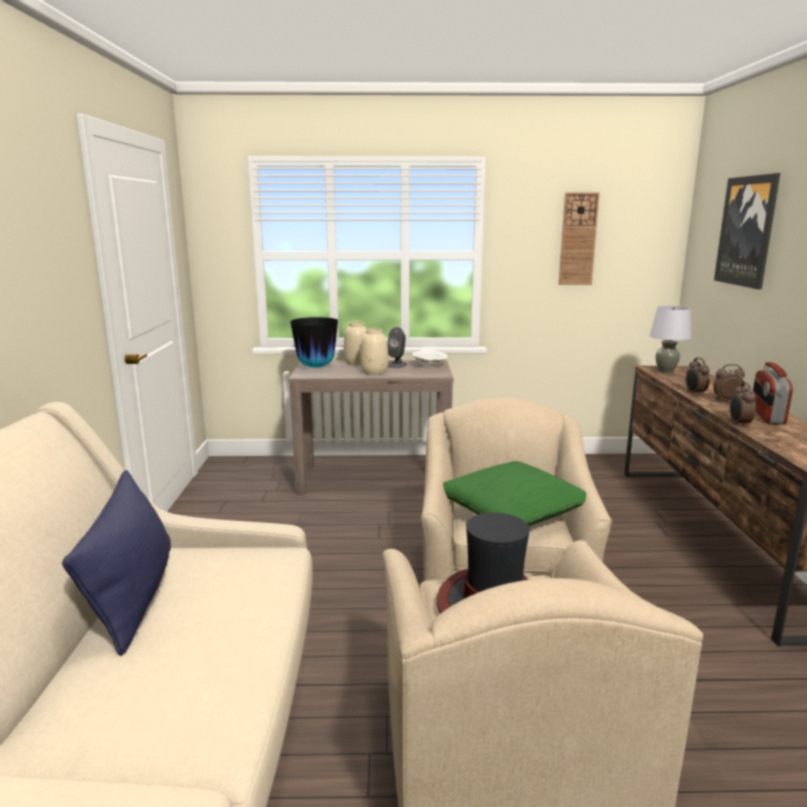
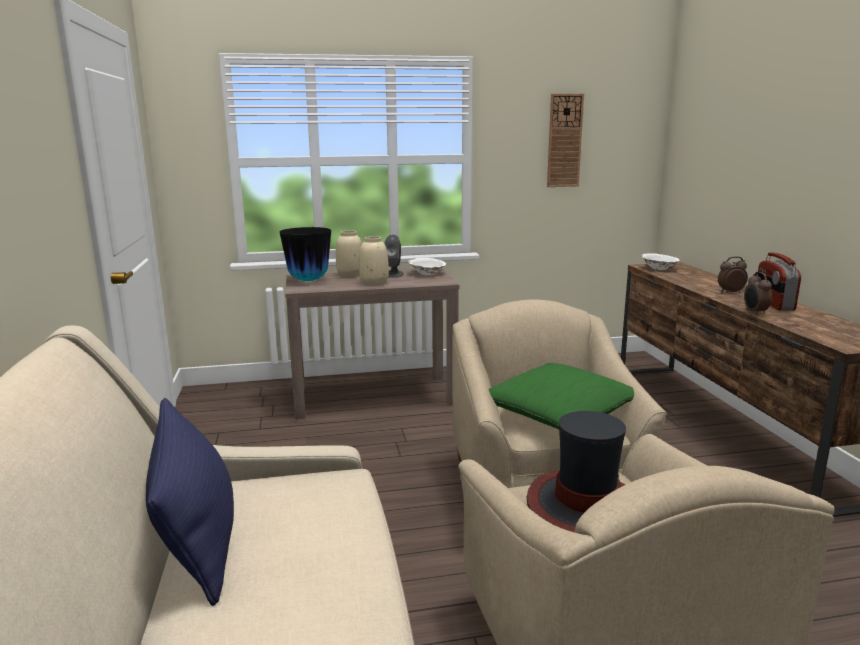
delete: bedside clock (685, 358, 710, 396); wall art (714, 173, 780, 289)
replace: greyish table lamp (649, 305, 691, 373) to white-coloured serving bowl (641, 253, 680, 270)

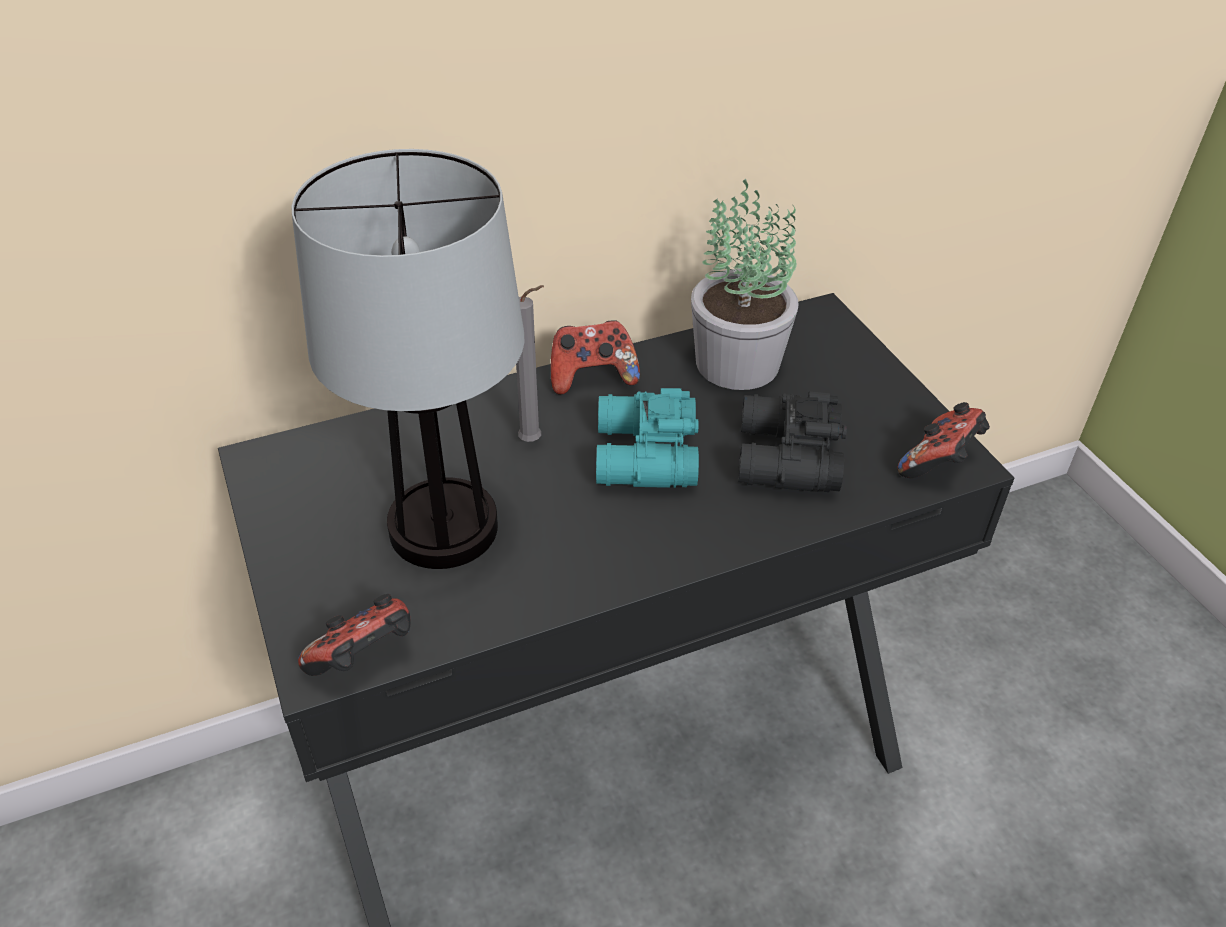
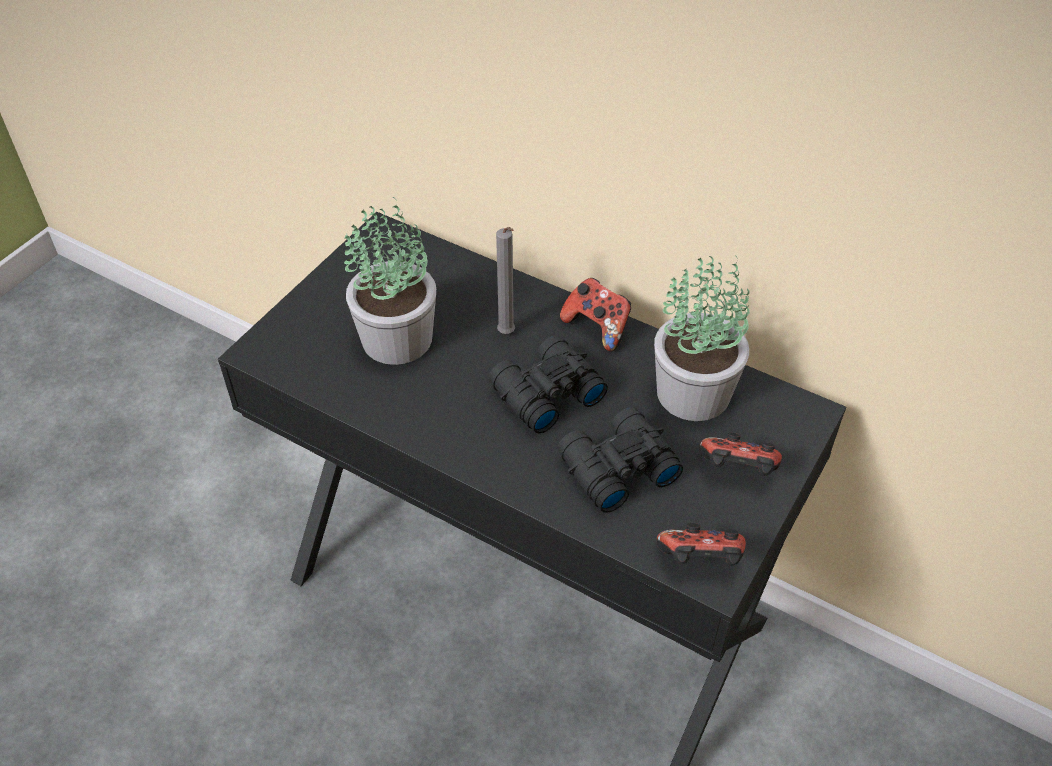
move: gamepad (298, 594, 410, 676) to (699, 433, 782, 476)
replace: table lamp (291, 149, 524, 569) to potted plant (344, 197, 436, 365)
recolor: turquoise-coloured field glasses (596, 388, 699, 488) to black field glasses (489, 335, 608, 433)

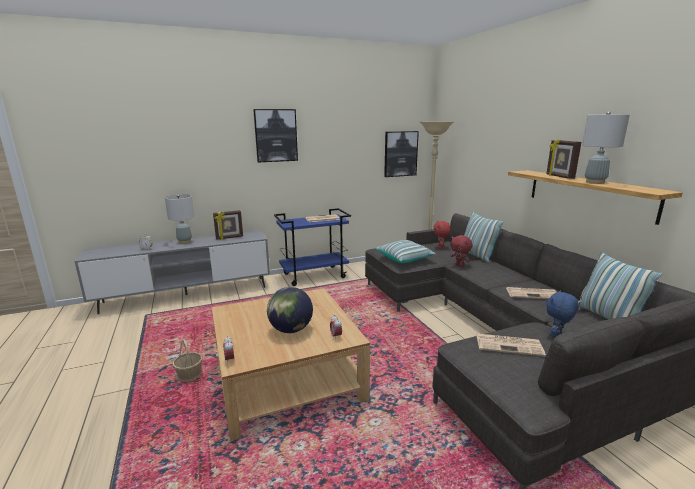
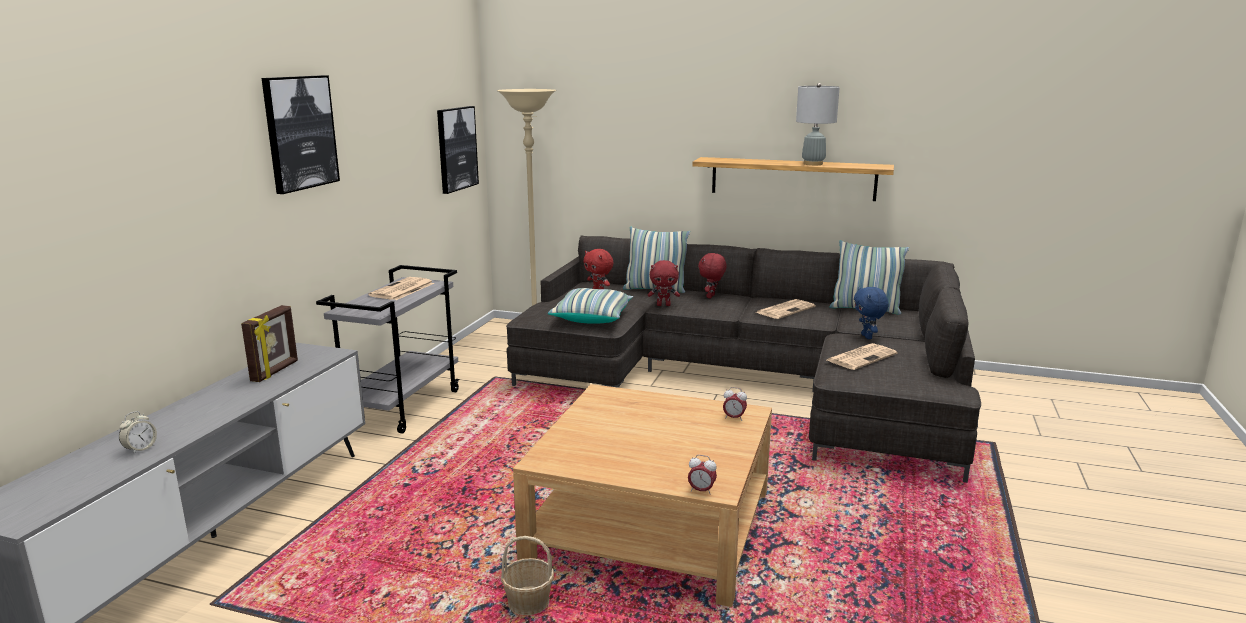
delete: greyish table lamp (165, 195, 194, 244); desk globe (267, 287, 313, 333); standing frame (546, 139, 581, 179)
insert: reddish plush toy (698, 253, 727, 299)
recolor: blue-coloured cart (274, 208, 351, 286) to greyish cart (316, 265, 460, 433)

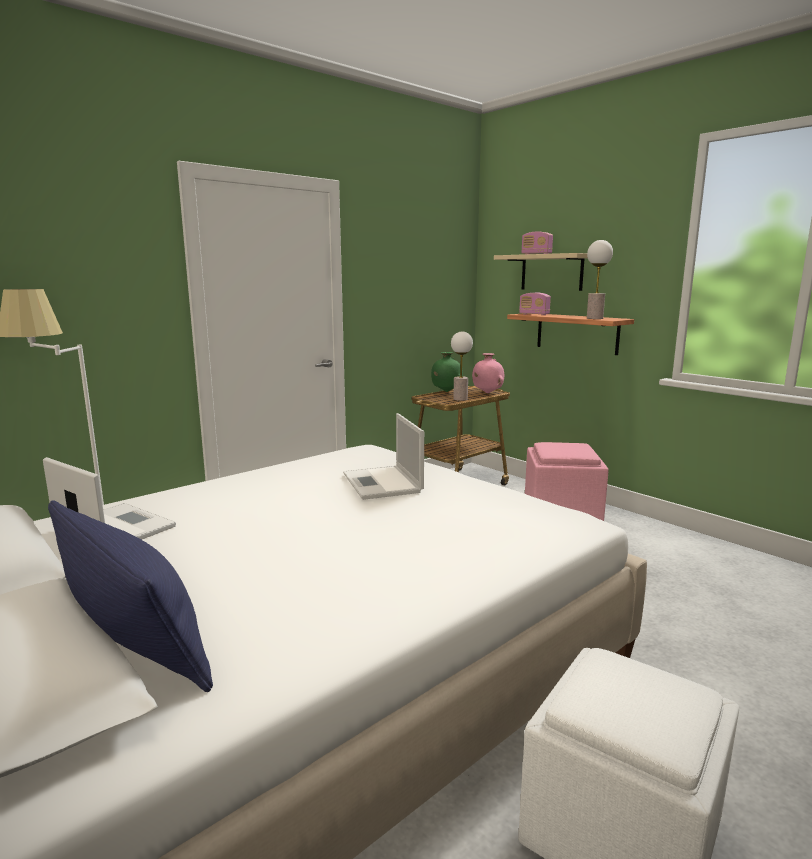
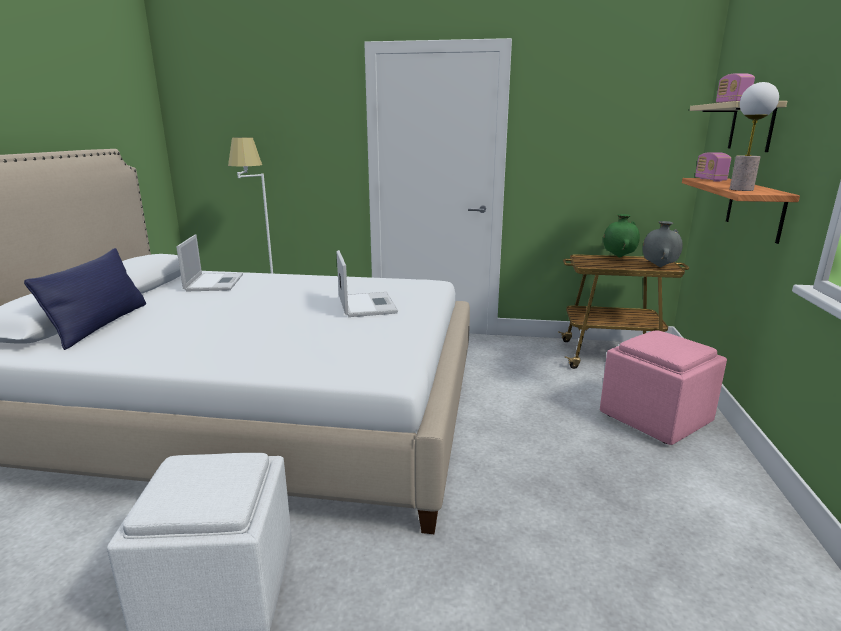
delete: table lamp (451, 332, 473, 401)
recolor: pink-coloured vase (472, 353, 504, 393) to greyish vase (643, 221, 683, 267)
rotate: notebook computer (343, 413, 424, 500) = (337, 250, 398, 317) 135 degrees clockwise

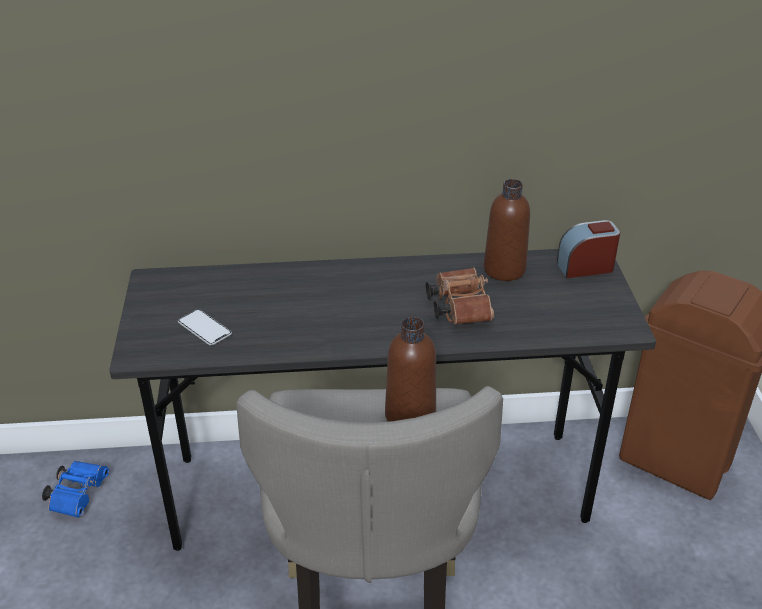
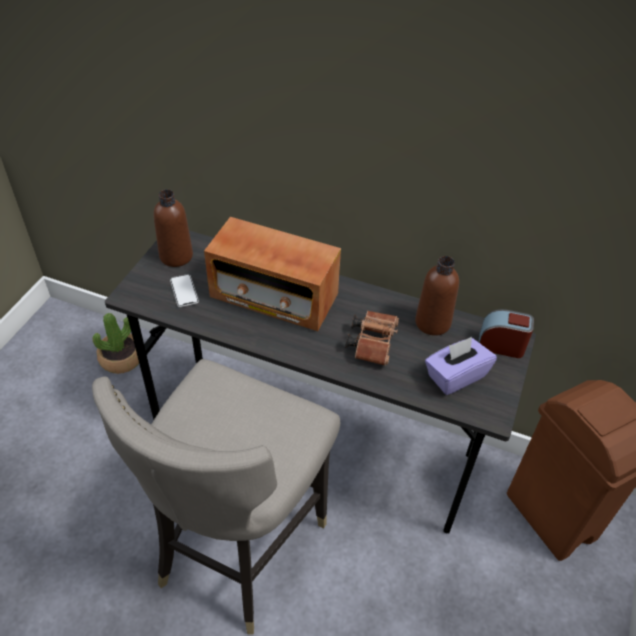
insert: radio set (204, 217, 341, 331); purple-coloured box of tissues (425, 337, 497, 395)
move: brown drink bottle (385, 317, 436, 422) to (154, 189, 193, 267)
replace: blue-coloured field glasses (42, 461, 109, 518) to potted plant (93, 313, 139, 374)

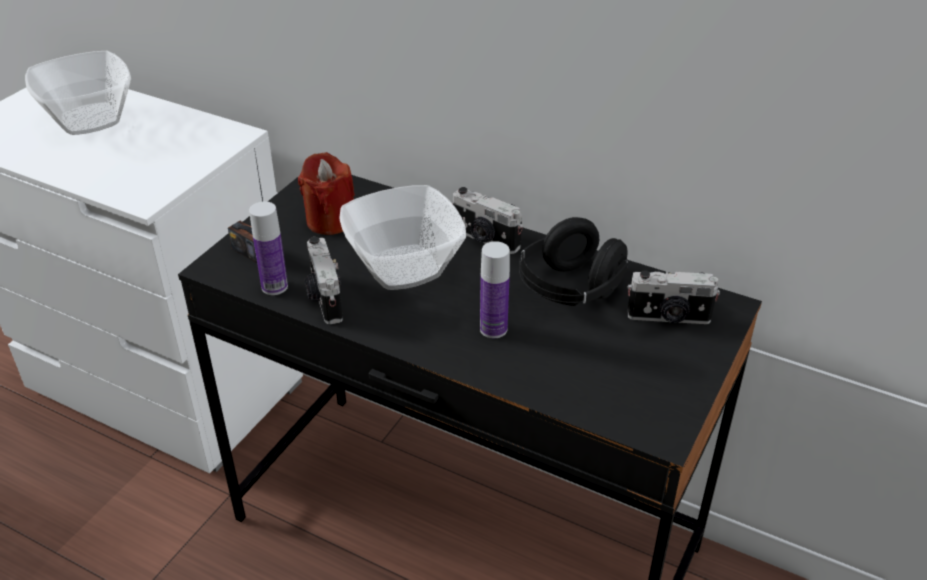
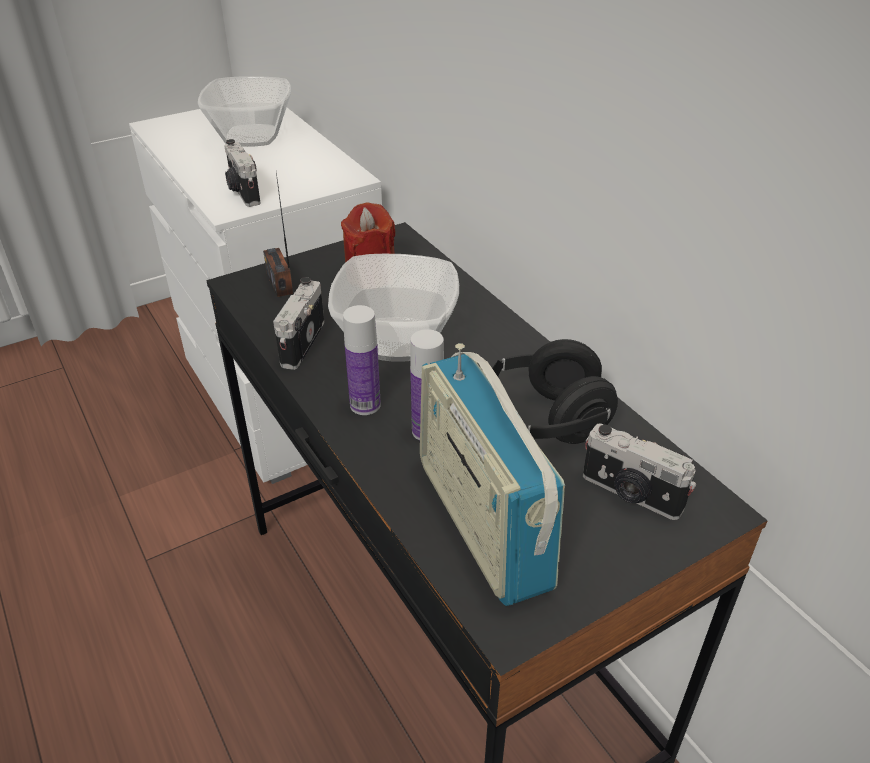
insert: radio set (420, 343, 565, 606)
move: drink bottle (249, 201, 288, 295) to (343, 305, 381, 415); still camera (453, 187, 523, 254) to (224, 139, 261, 207)

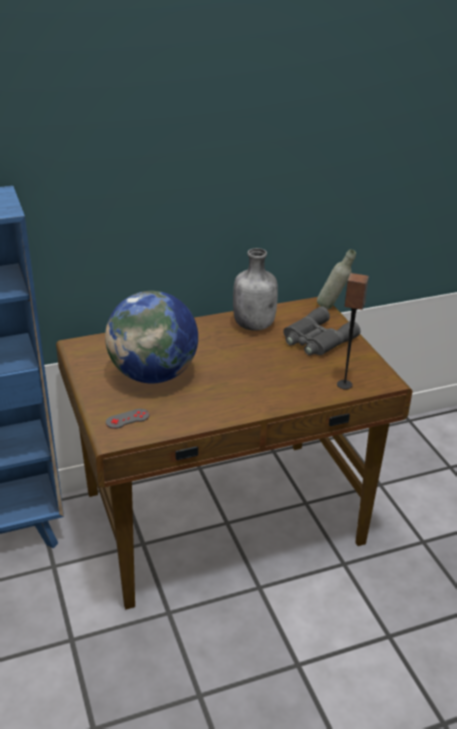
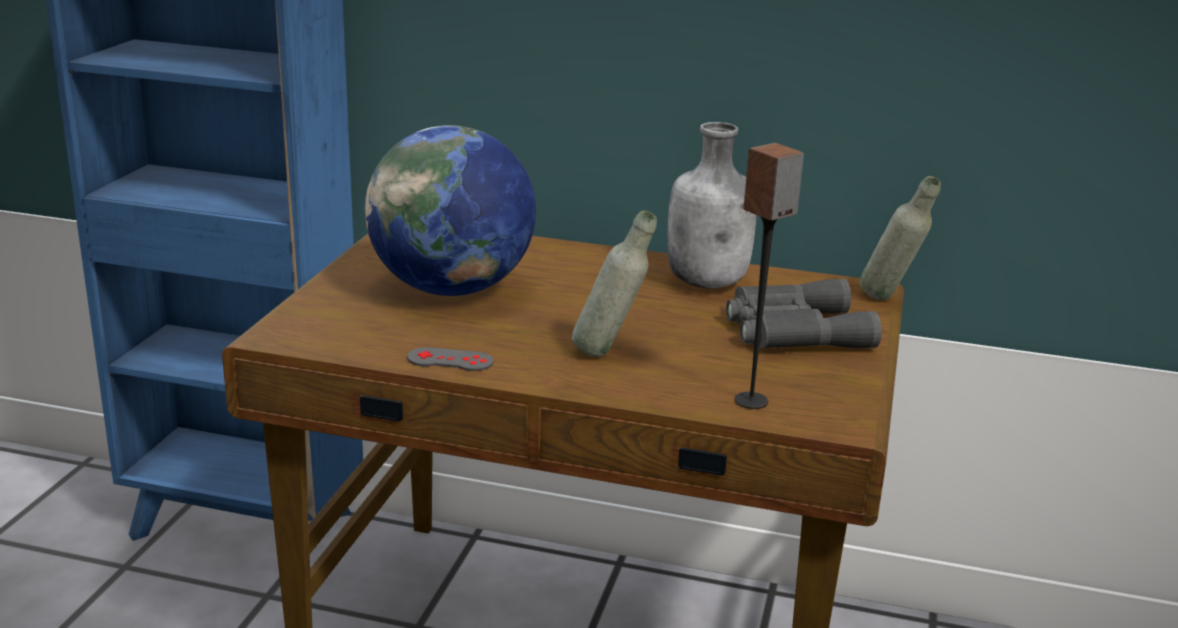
insert: greyish drink bottle (572, 210, 657, 357)
move: greyish gamepad (106, 409, 149, 429) to (407, 347, 494, 371)

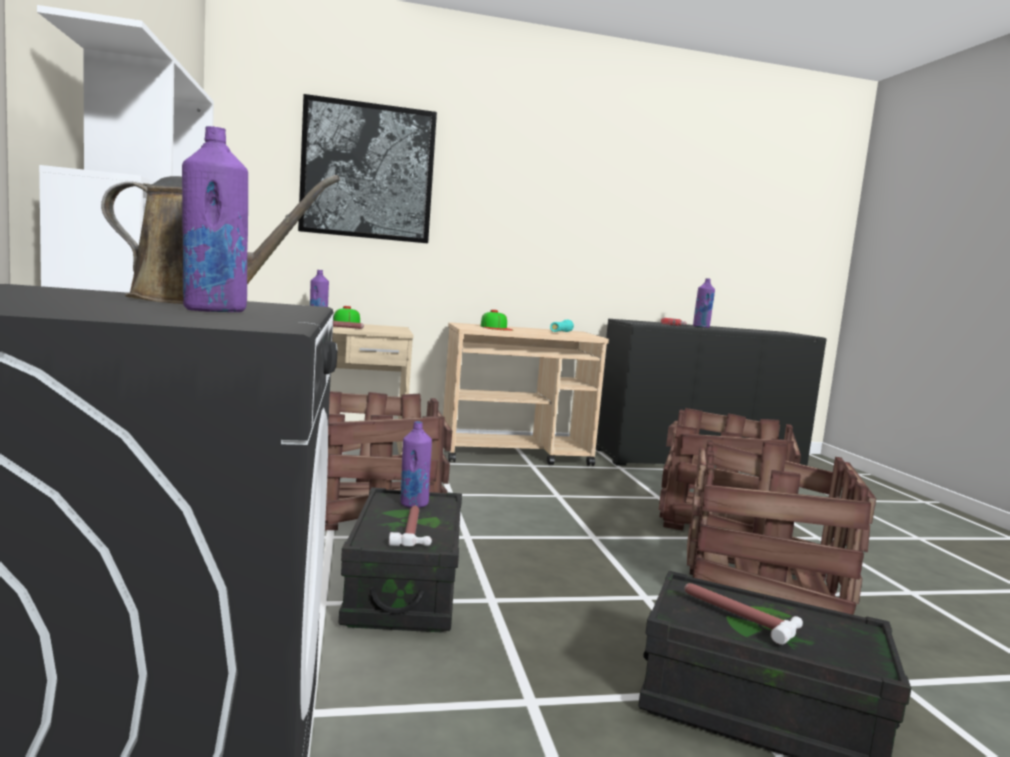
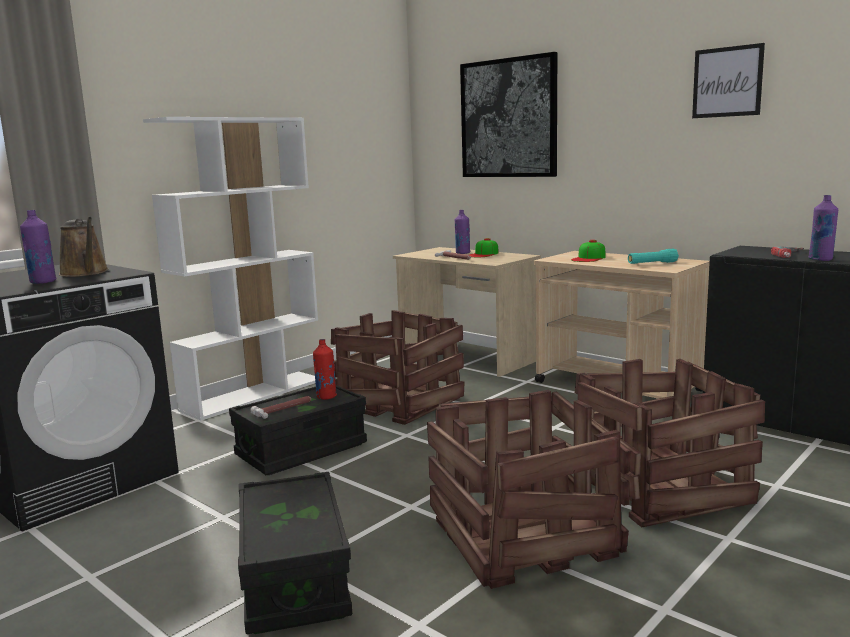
delete: hammer (685, 583, 803, 645)
insert: wall art (692, 43, 765, 118)
recolor: purple-coloured drink bottle (400, 421, 432, 508) to reddish drink bottle (313, 339, 337, 400)

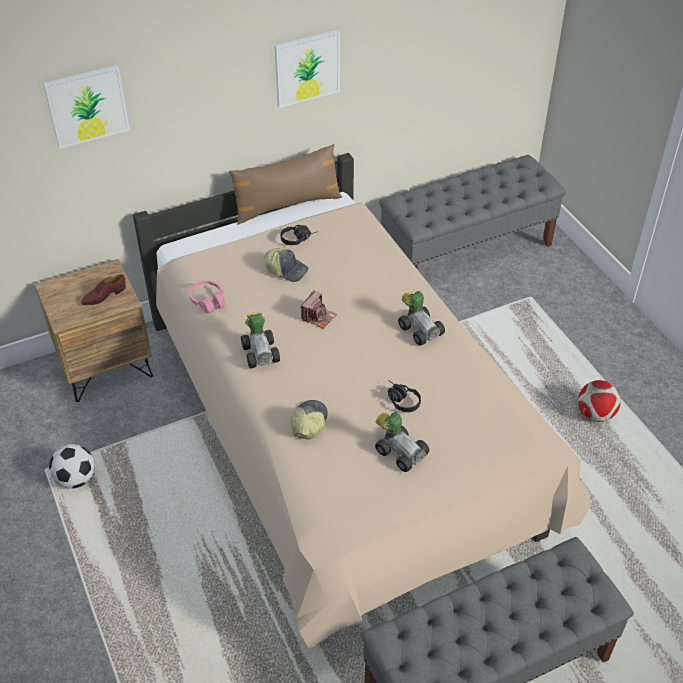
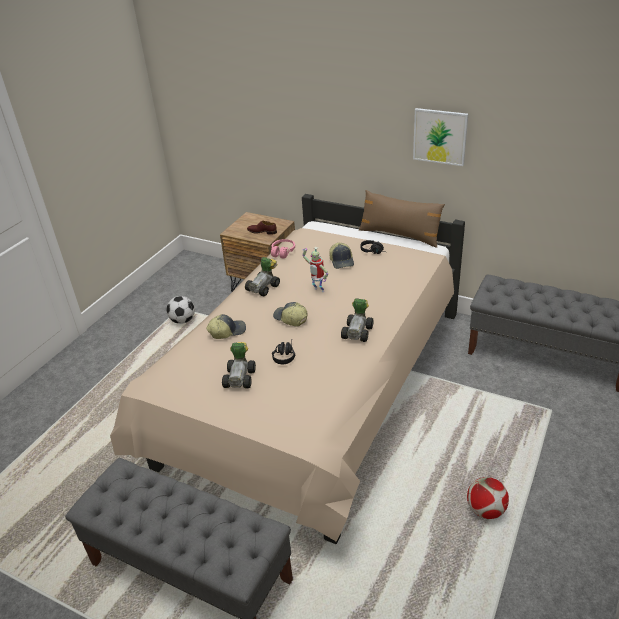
delete: wall art (43, 65, 130, 149)
insert: cap (273, 302, 307, 327)
replace: still camera (301, 290, 337, 329) to toy robot (302, 247, 328, 292)

